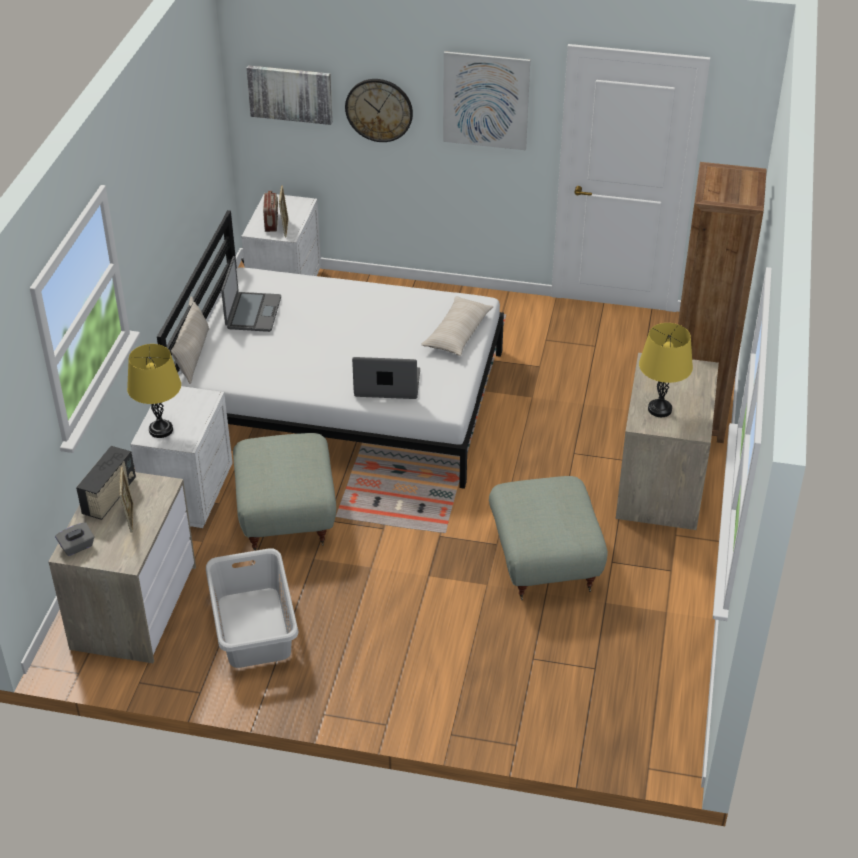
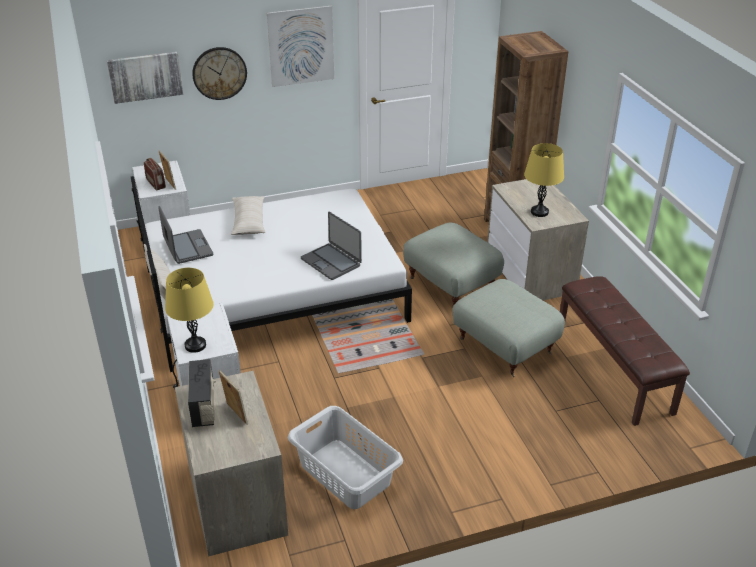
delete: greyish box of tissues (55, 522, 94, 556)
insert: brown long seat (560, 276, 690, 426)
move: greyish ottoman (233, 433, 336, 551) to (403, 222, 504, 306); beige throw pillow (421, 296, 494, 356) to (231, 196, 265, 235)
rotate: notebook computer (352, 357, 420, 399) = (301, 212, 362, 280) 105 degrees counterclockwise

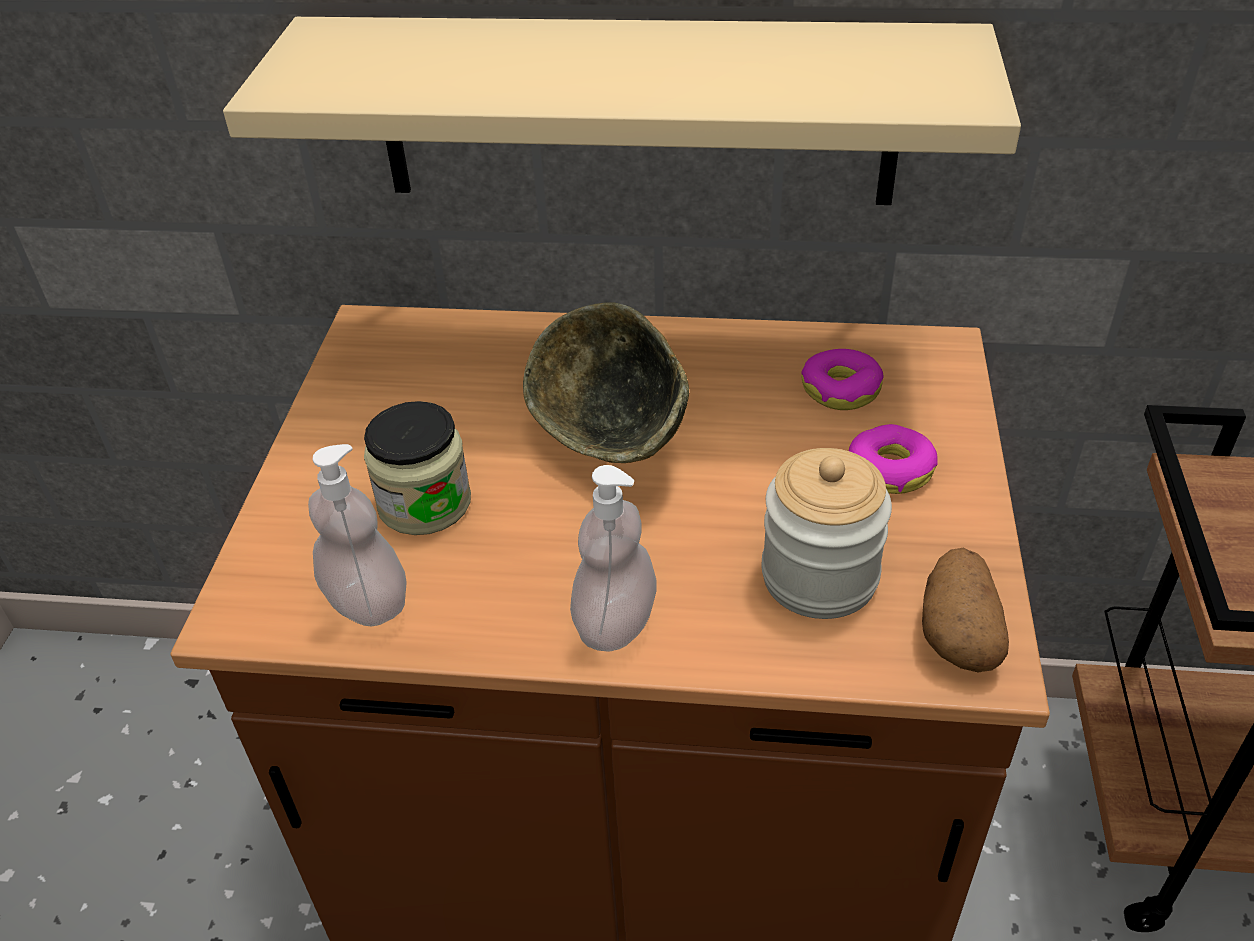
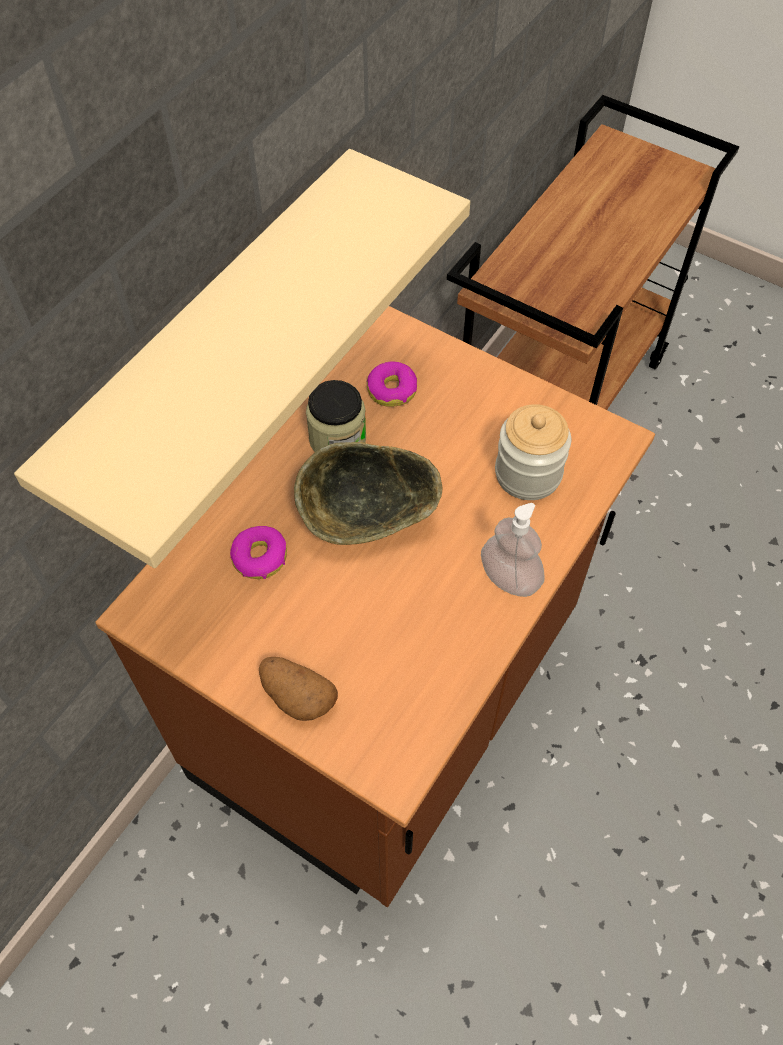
delete: liquid soap bottle (308, 444, 407, 626)
move: storage jar (364, 401, 471, 535) to (306, 380, 366, 452); donut (849, 424, 938, 494) to (230, 526, 287, 579); whole potato (922, 548, 1009, 672) to (259, 657, 338, 721)

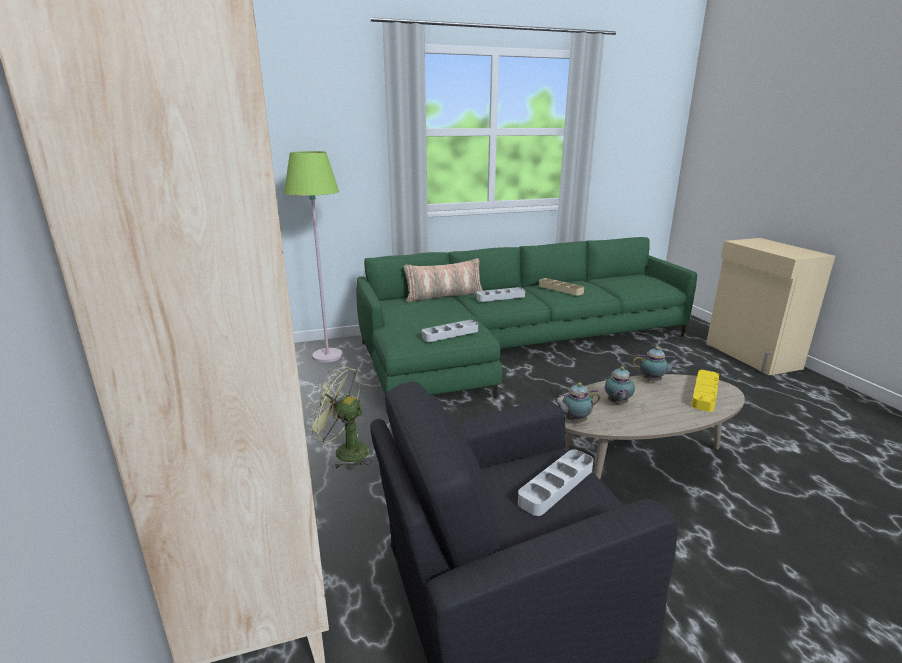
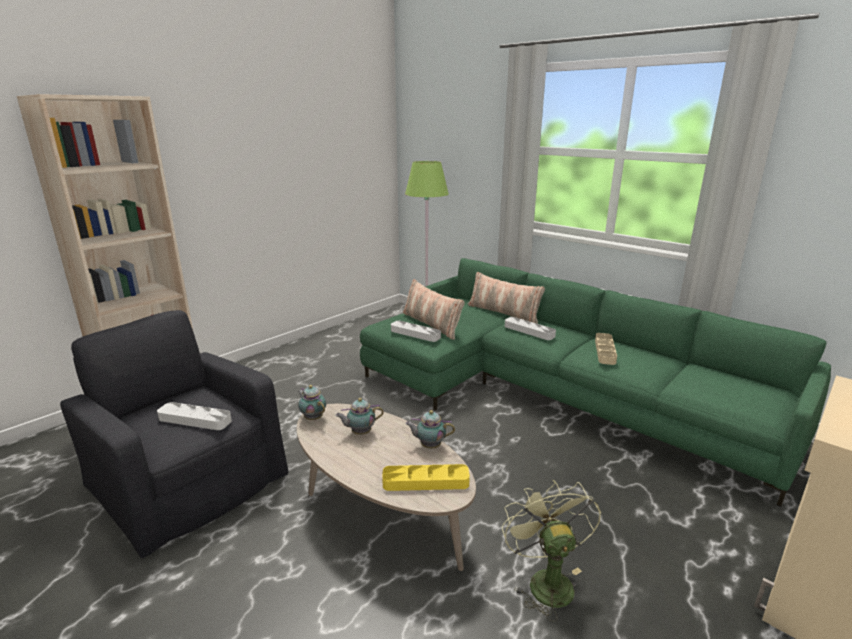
insert: throw pillow (403, 279, 465, 340)
move: greenish fan (306, 365, 373, 470) to (502, 480, 601, 622)
rotate: teapot (633, 347, 679, 381) = (405, 410, 455, 449) 120 degrees clockwise

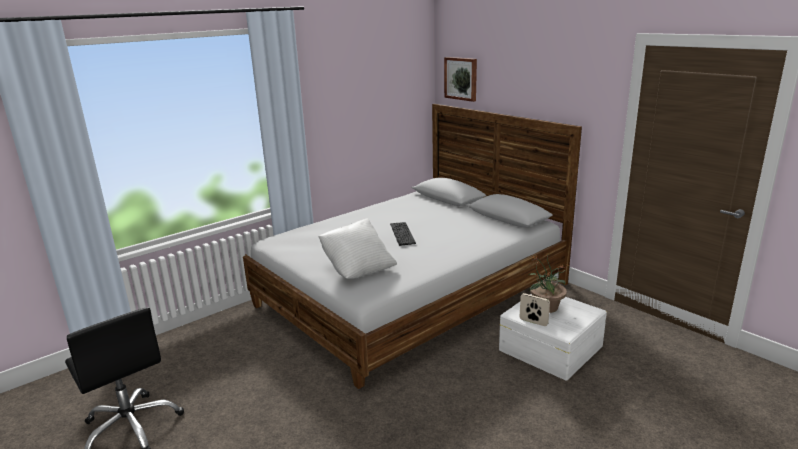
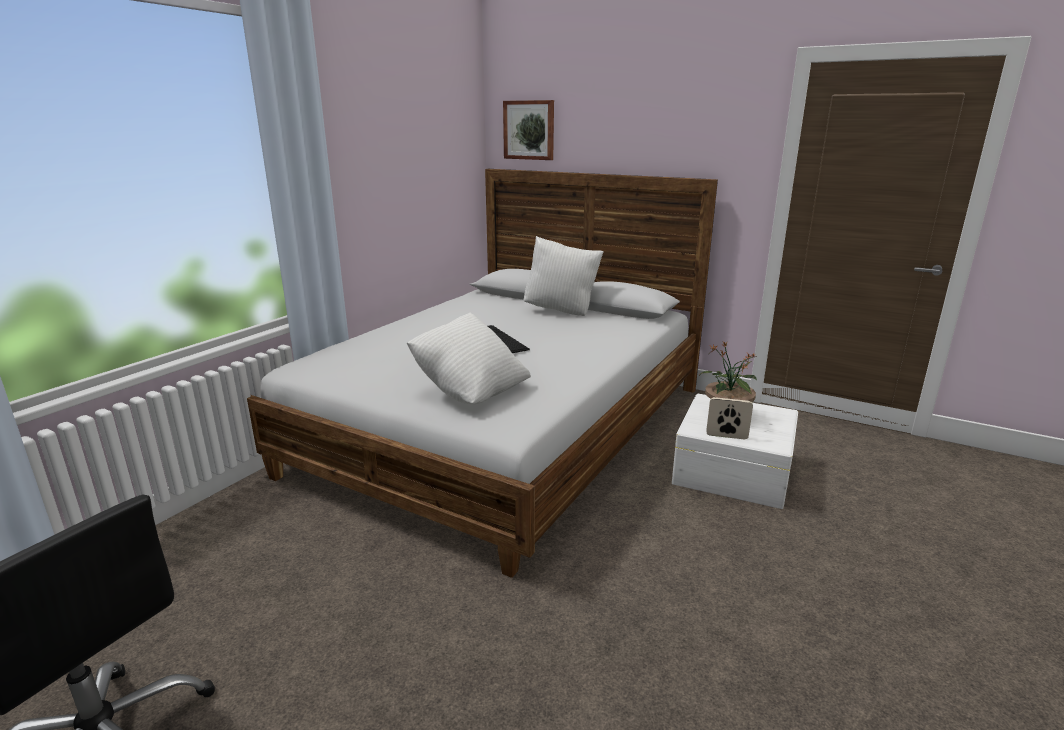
insert: white-coloured throw pillow (524, 236, 604, 316)

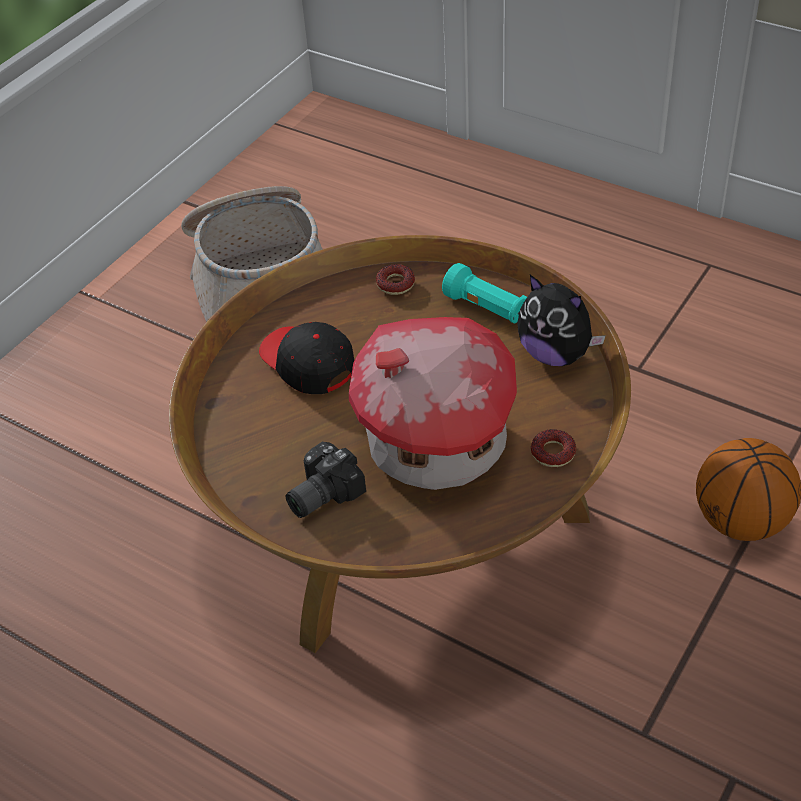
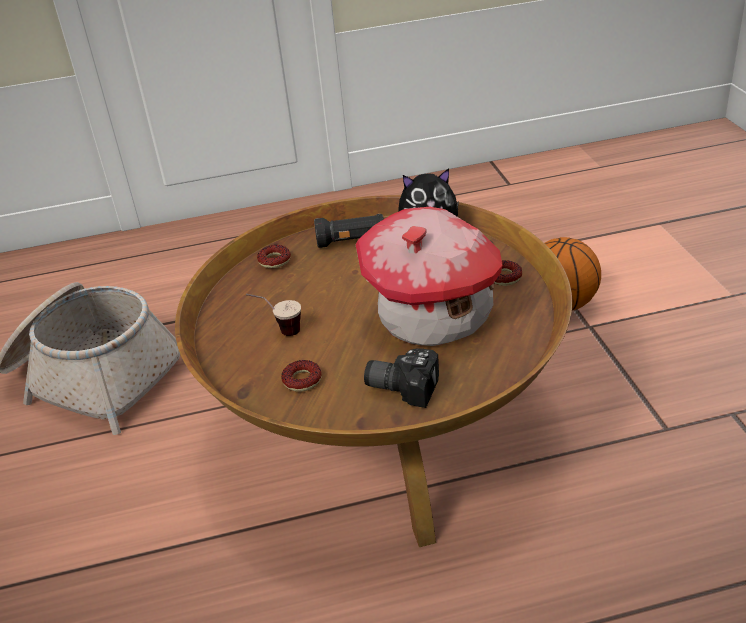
insert: donut (281, 360, 322, 392)
replace: black cap (259, 322, 355, 394) to small cup (246, 294, 301, 336)
recolor: turquoise-coloured flashlight (442, 263, 527, 323) to black flashlight (314, 214, 384, 248)
rotate: still camera (285, 442, 366, 518) = (364, 348, 439, 408) 105 degrees clockwise

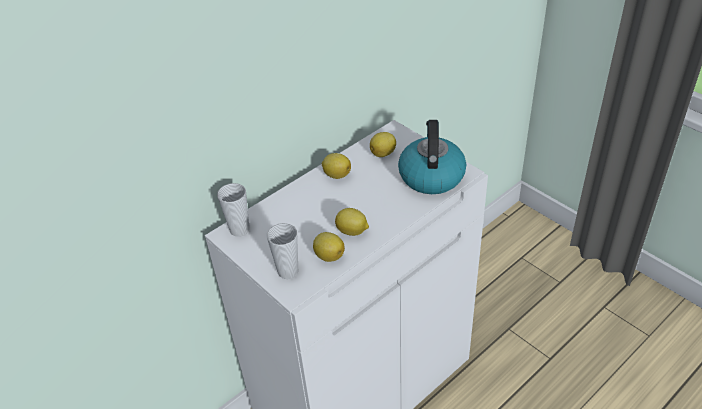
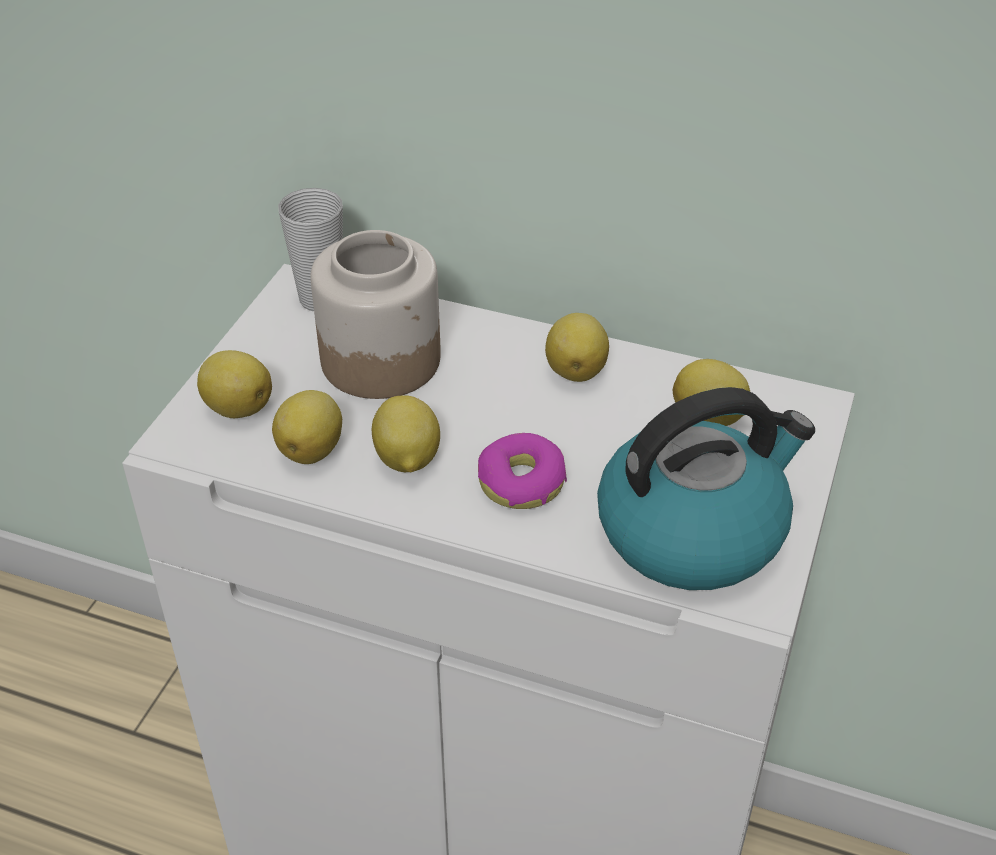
insert: storage jar (310, 230, 441, 399); donut (478, 433, 567, 509)
replace: small cup (267, 223, 298, 279) to citrus fruit (197, 350, 272, 418)

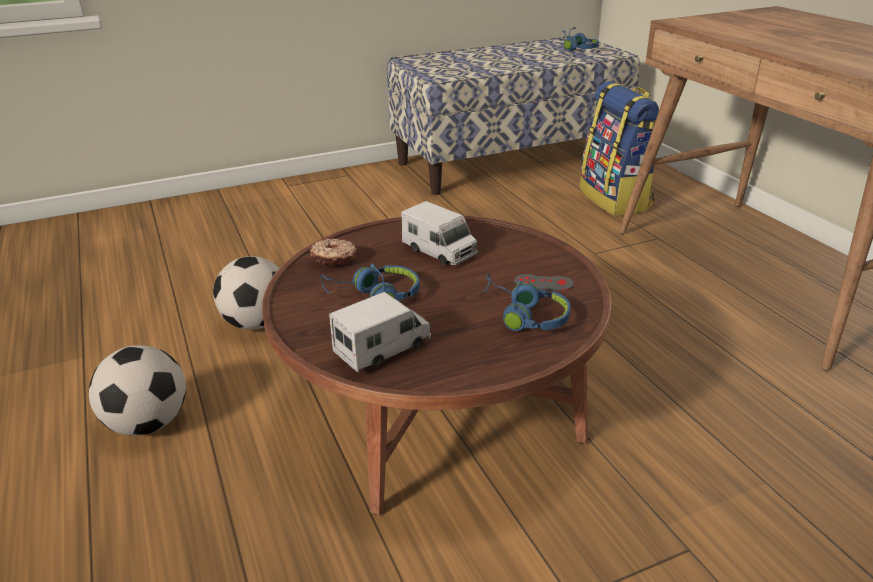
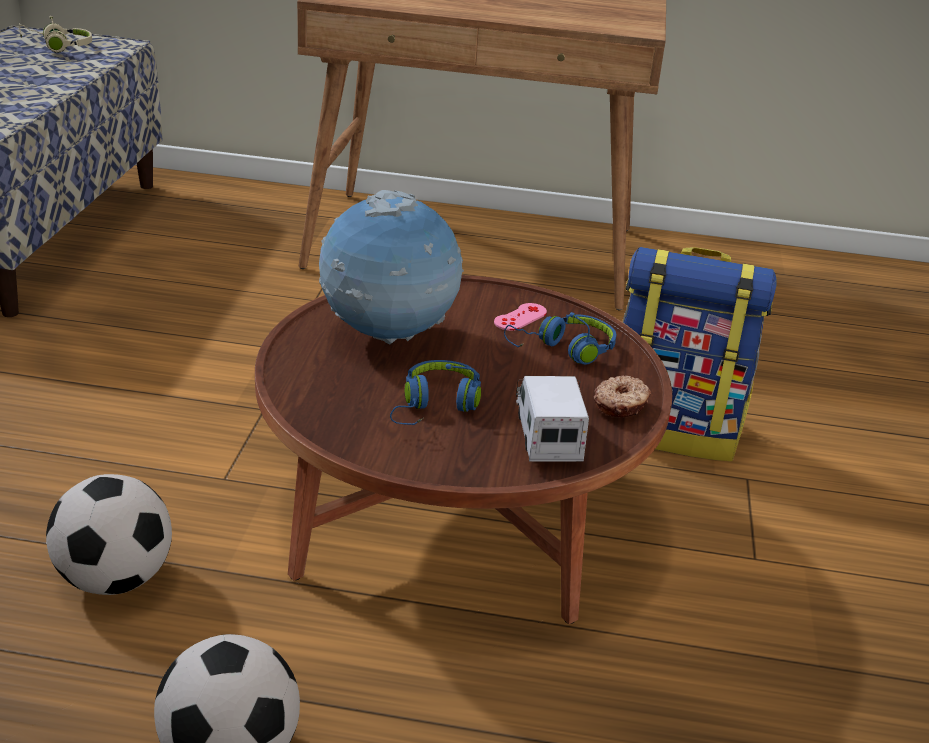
move: donut (310, 239, 357, 265) to (594, 376, 651, 417); backpack (580, 81, 659, 216) to (623, 247, 777, 462)
replace: toy lorry (401, 201, 478, 265) to desk globe (319, 190, 464, 345)
recolor: greyish gamepad (514, 274, 574, 291) to pink-coloured gamepad (494, 303, 547, 331); blue-coloured pair of headphones (559, 27, 599, 51) to beige pair of headphones (19, 16, 92, 52)

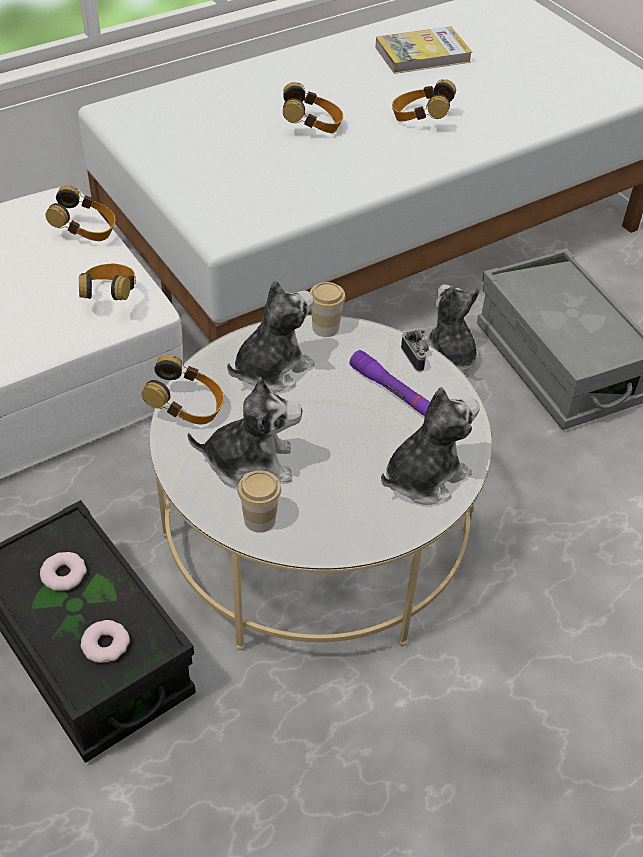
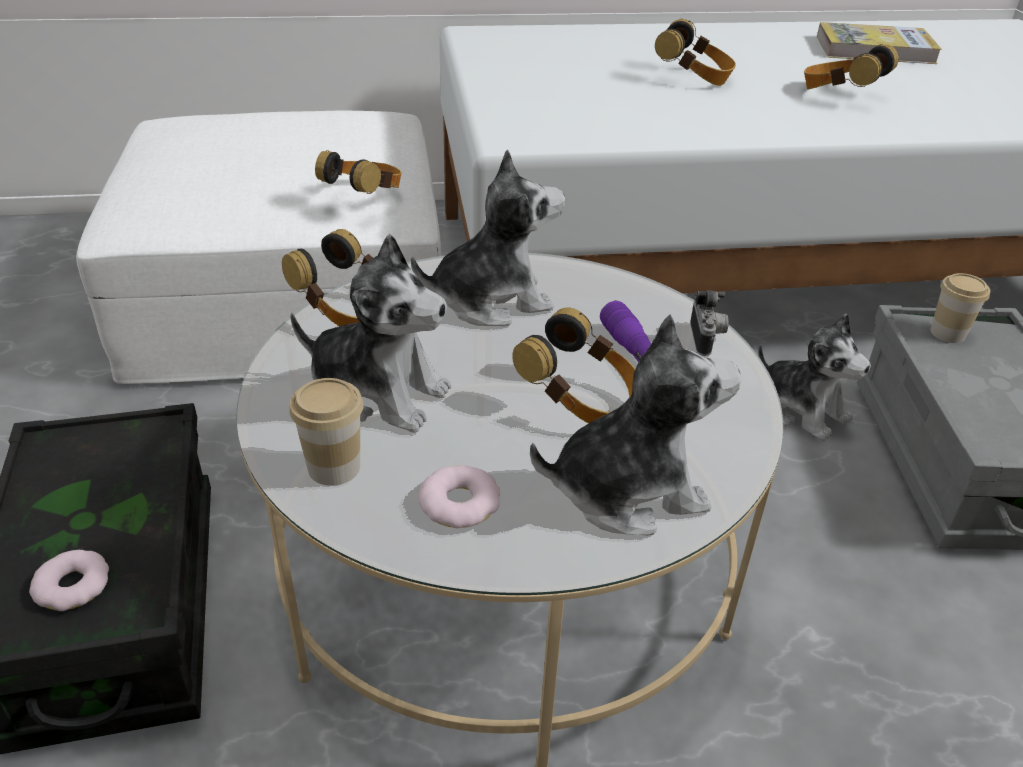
move: donut (40, 552, 87, 591) to (418, 465, 501, 528); pair of headphones (45, 185, 116, 241) to (512, 308, 635, 423); small cup (310, 282, 346, 337) to (930, 273, 990, 343)
rotate: plush toy (422, 284, 480, 371) = (758, 313, 871, 442) 135 degrees clockwise

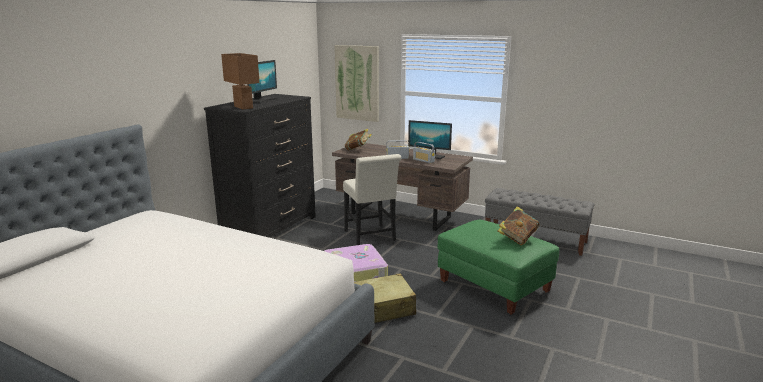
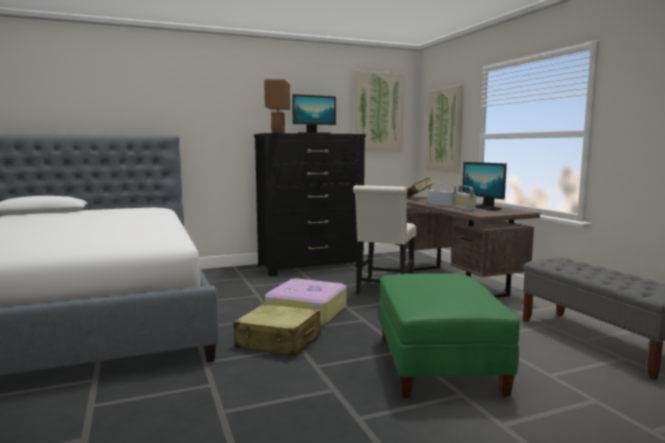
delete: volume (498, 206, 539, 245)
insert: wall art (355, 71, 404, 152)

